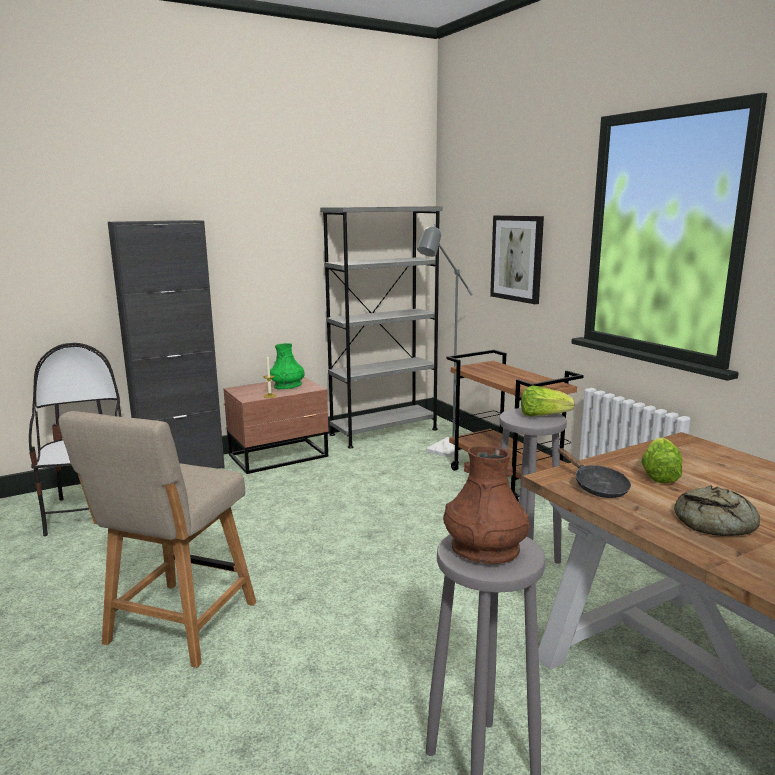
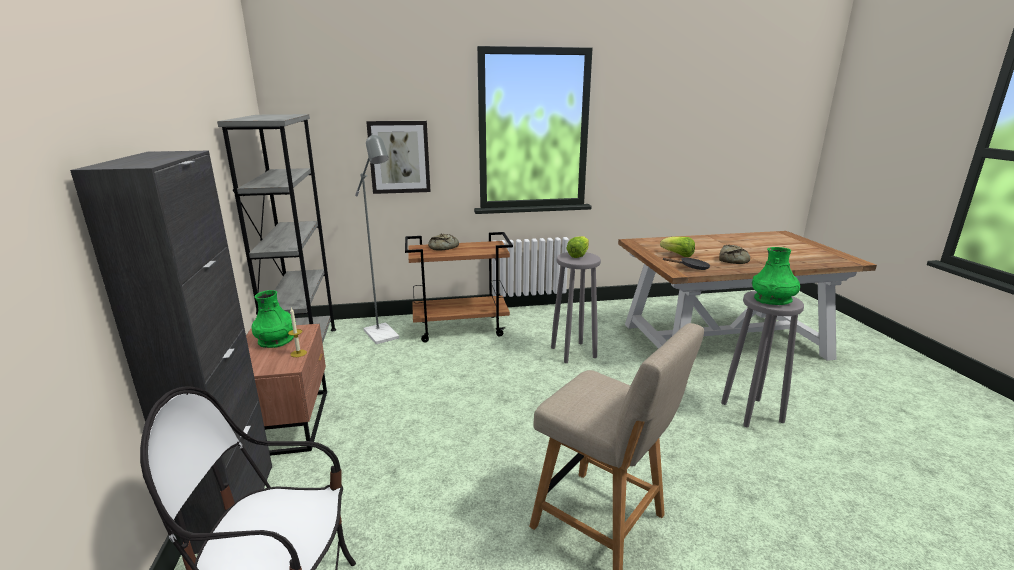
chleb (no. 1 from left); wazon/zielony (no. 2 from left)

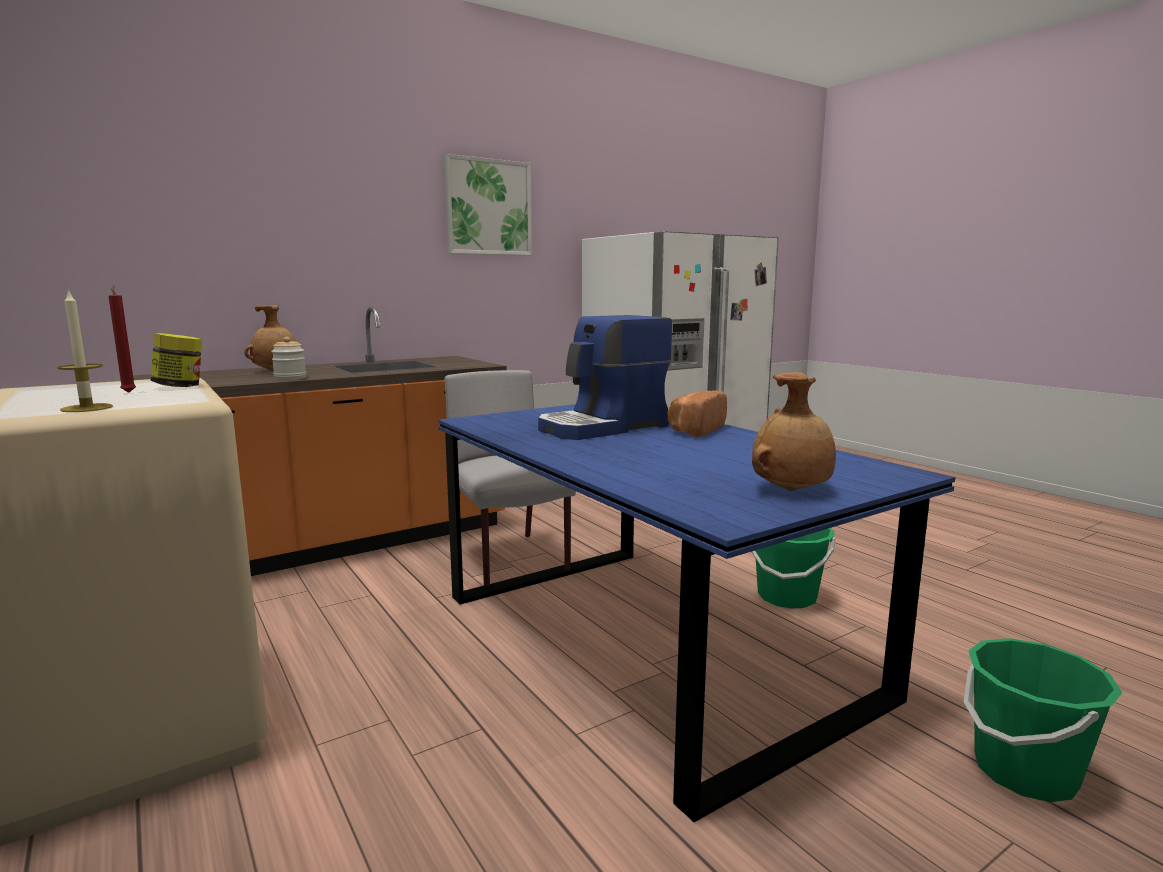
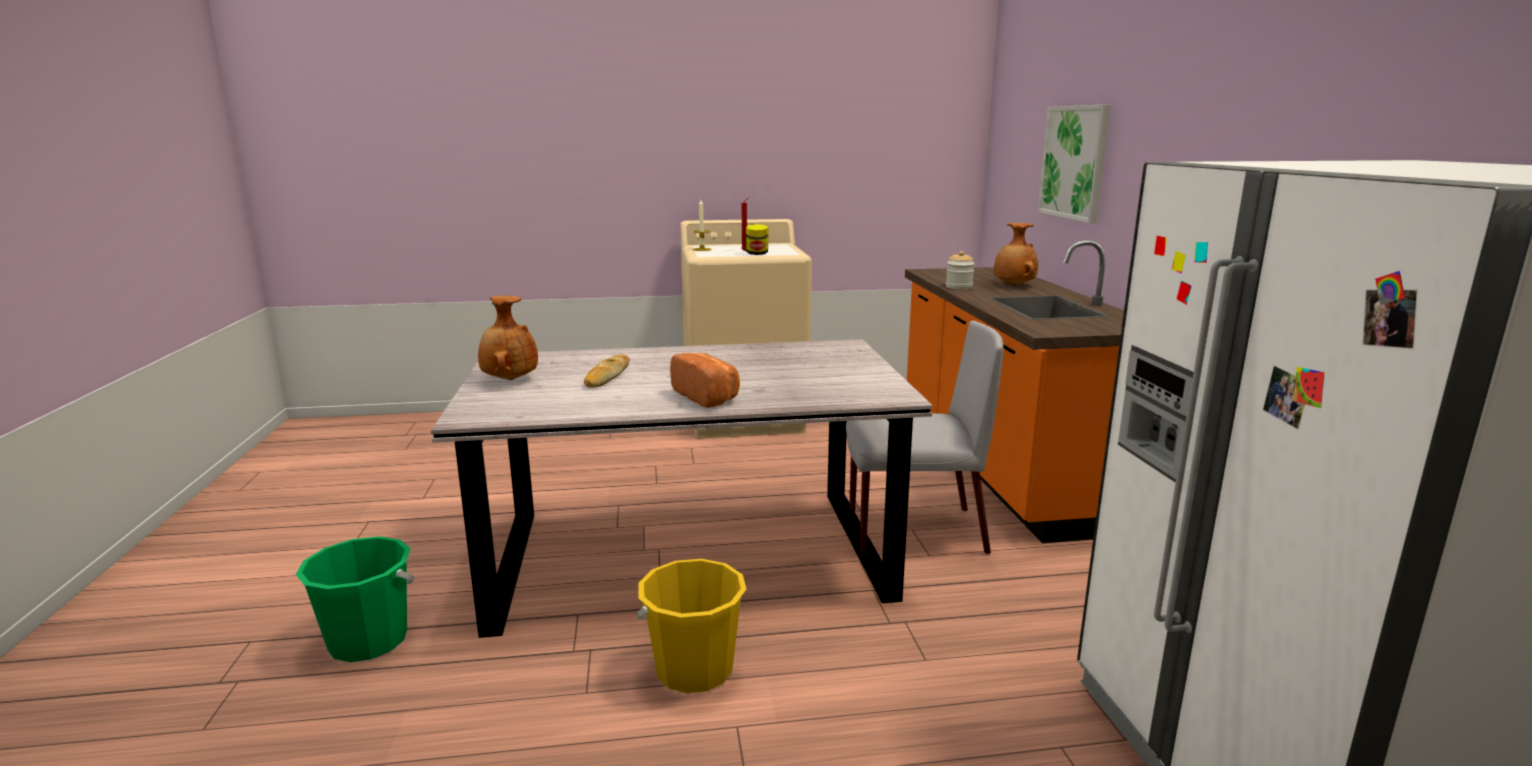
stół jadalny/szary; chleb (no. 1 from left); wiadro/żółty; obraz; ekspres do kawy

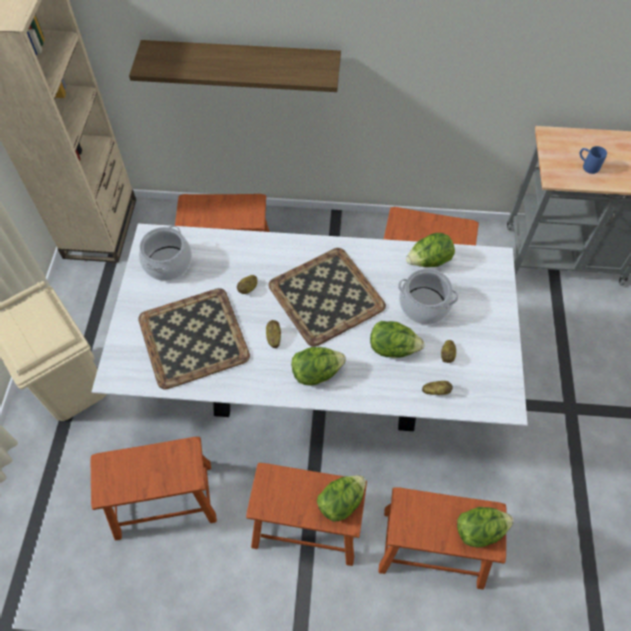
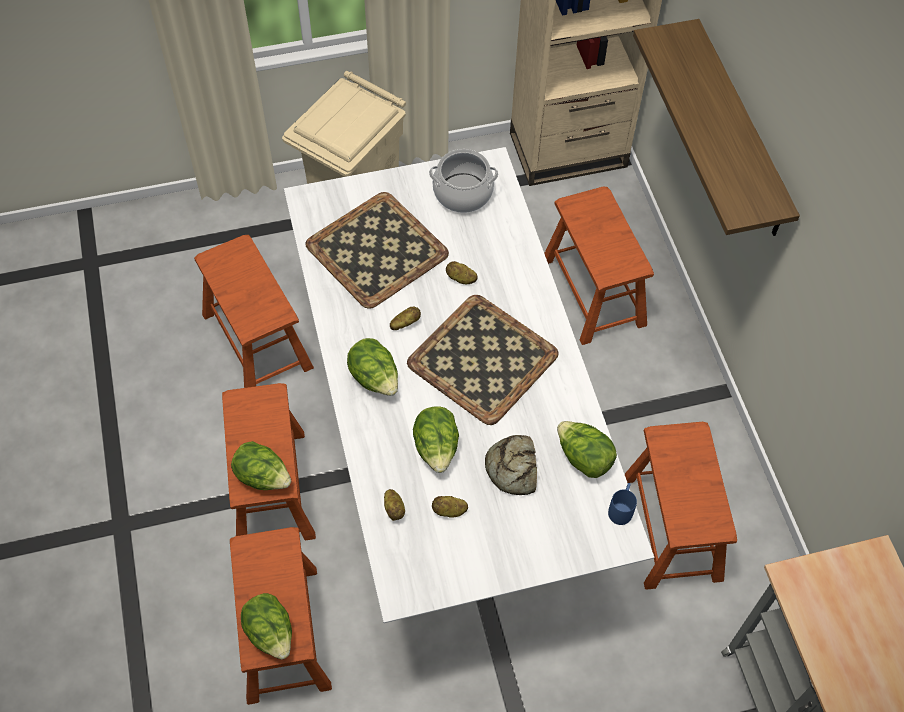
chleb; kubek/niebieski

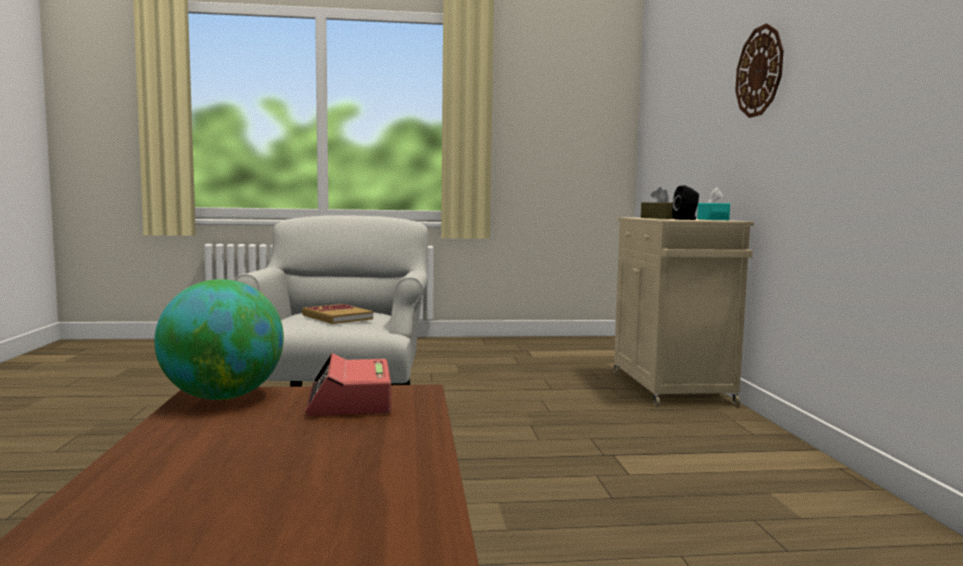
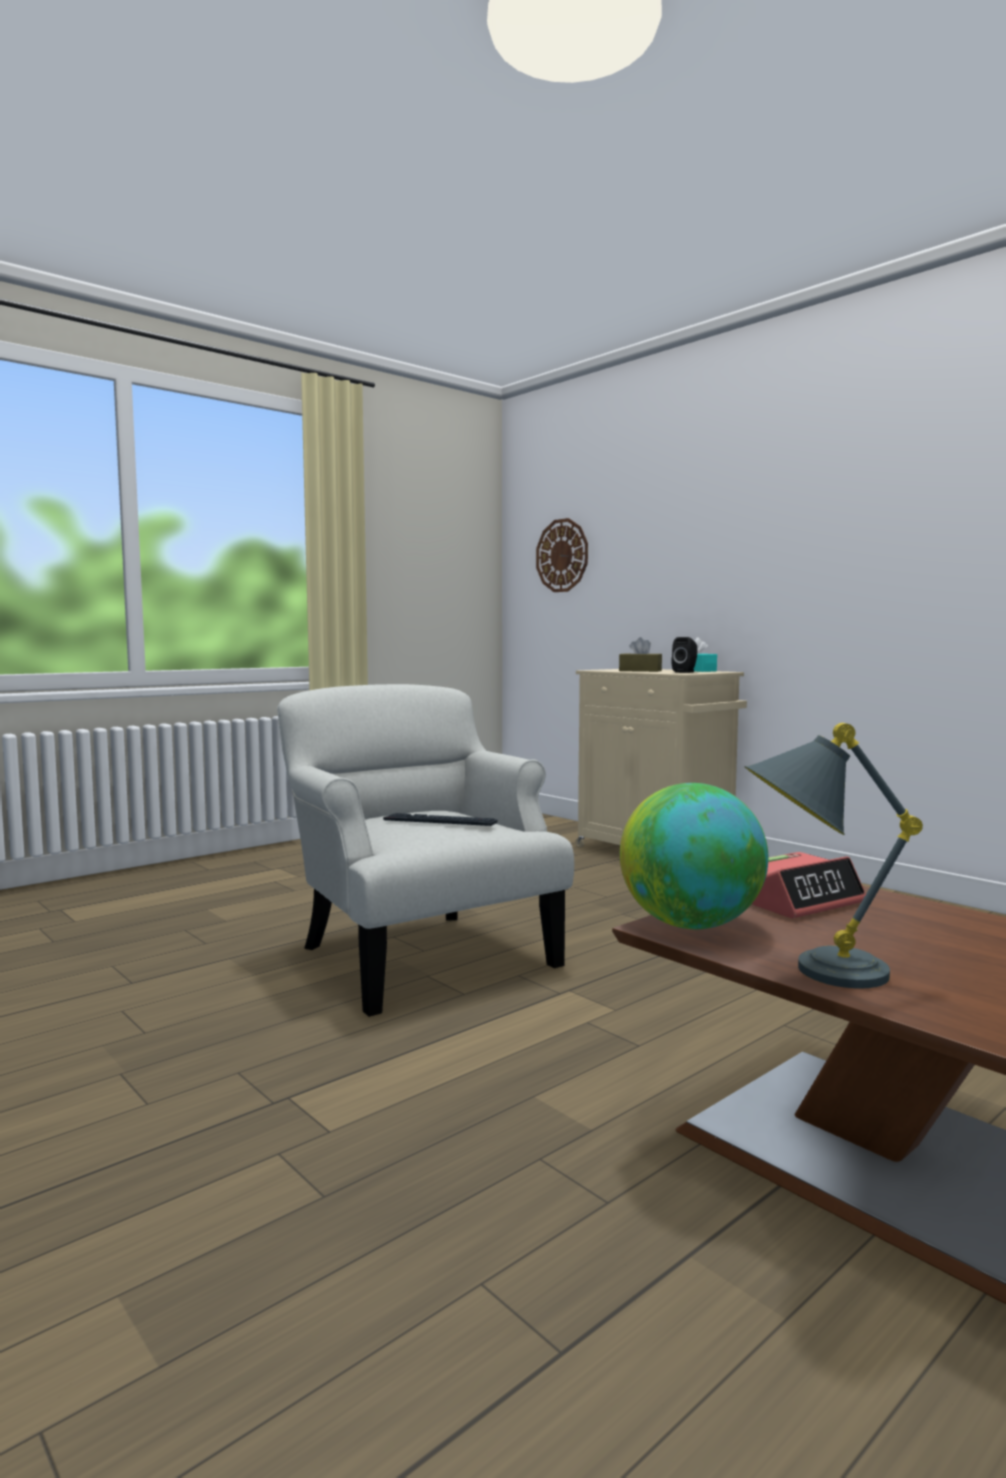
klawiatura; zegar ścienny; lampa stołowa/szary; budzik

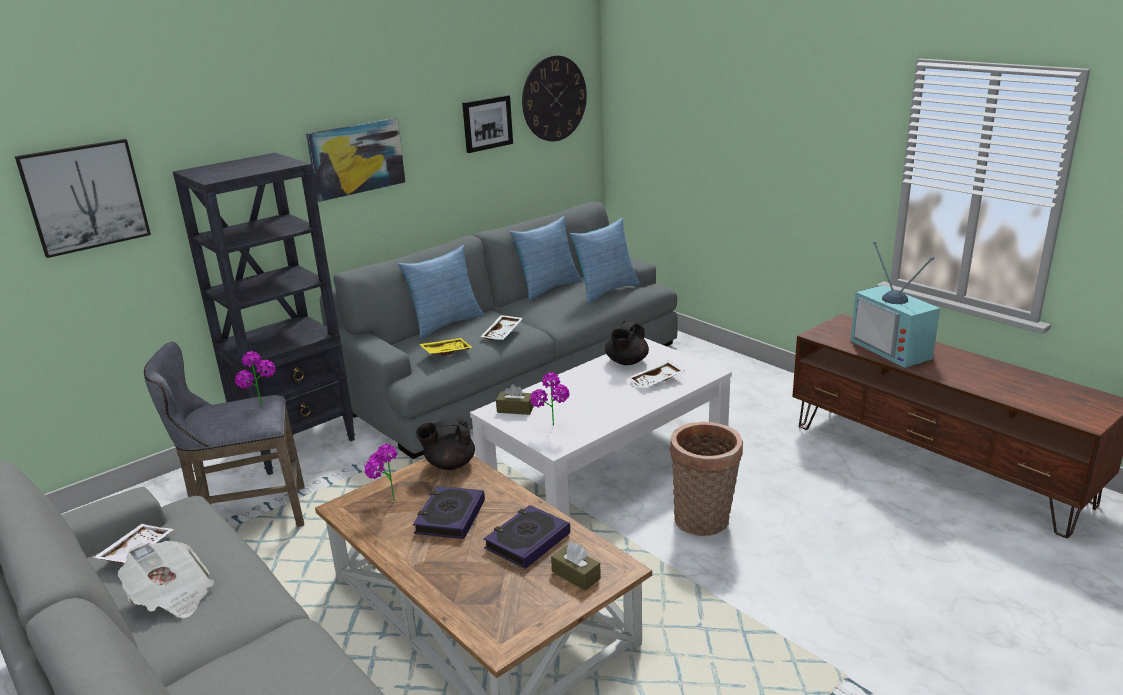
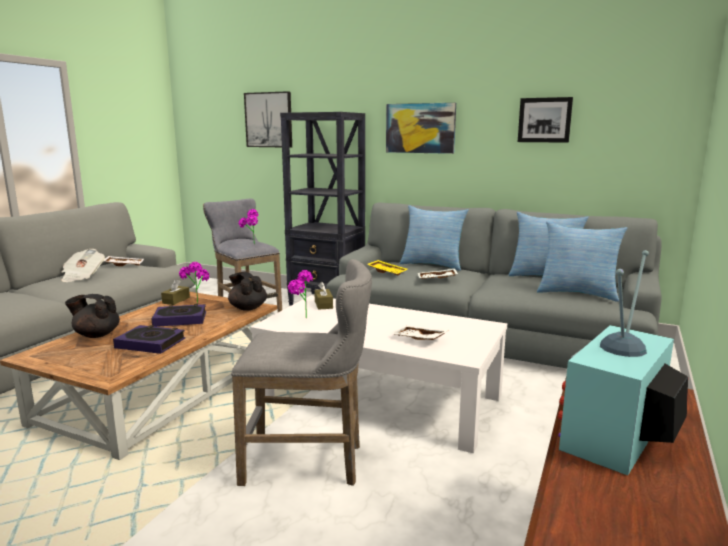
imbryk/czarny (no. 1 from left); pudełko chusteczek/brązowy (no. 1 from left); stołek/szary (no. 2 from left); zegar ścienny

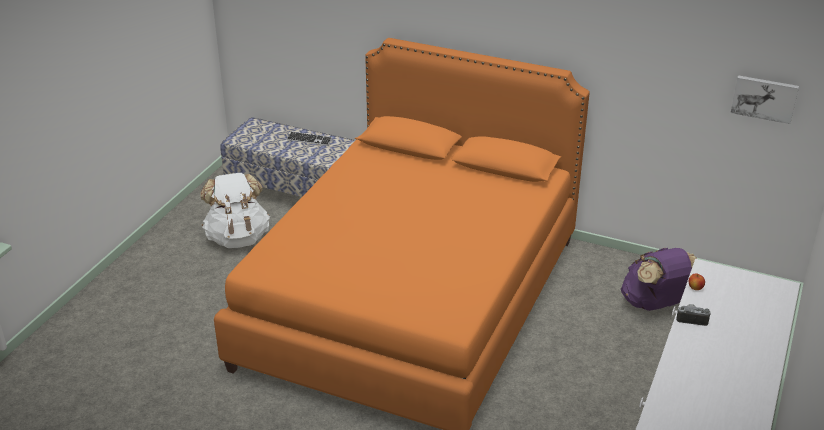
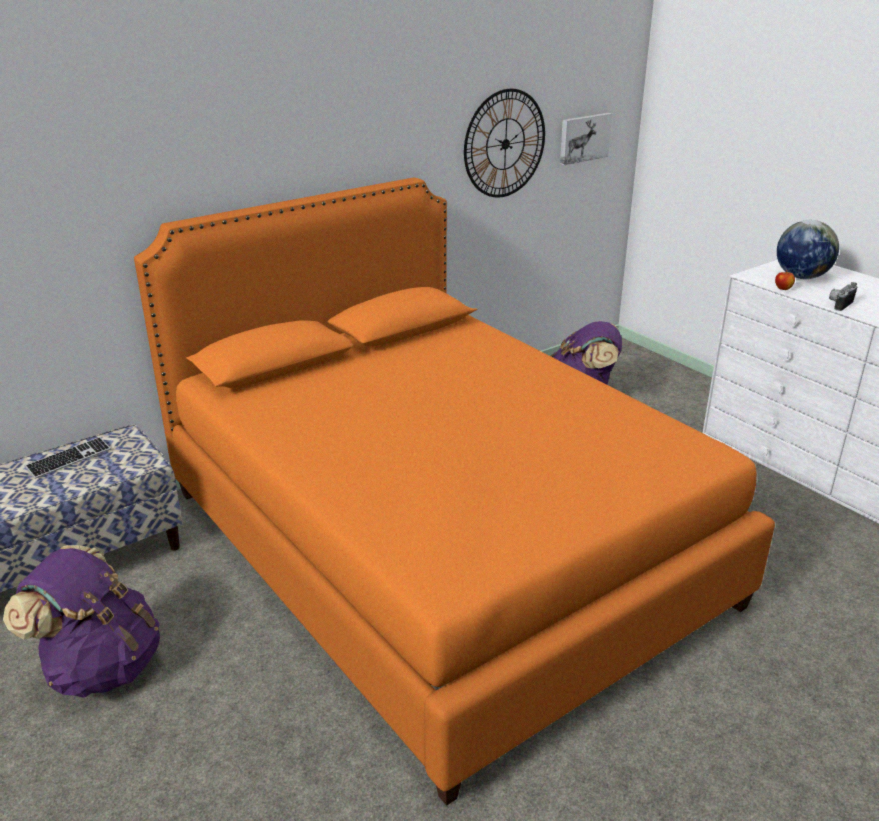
plecak/fioletowy (no. 1 from left); zegar ścienny; globus

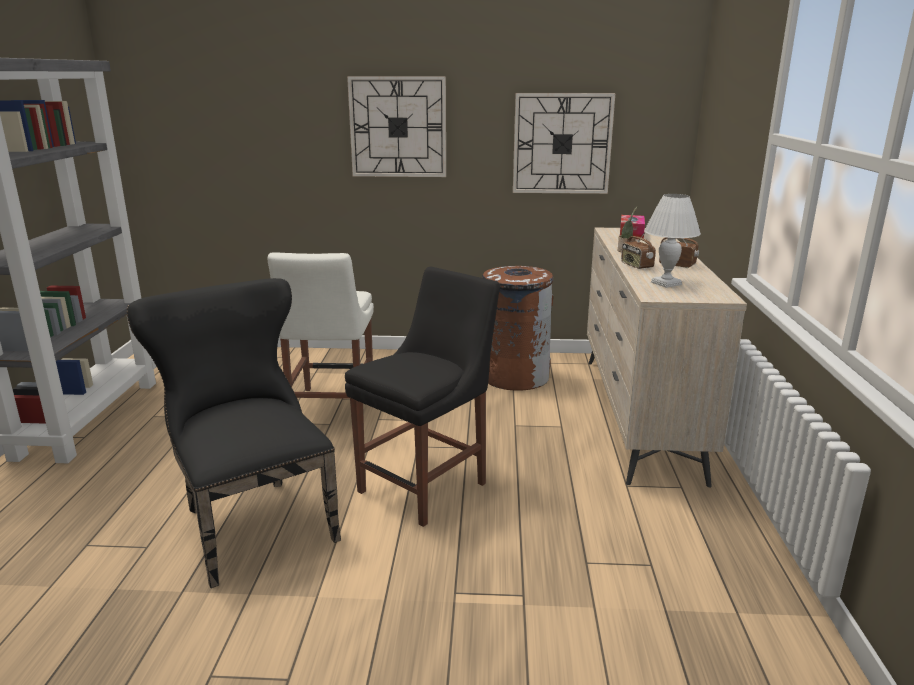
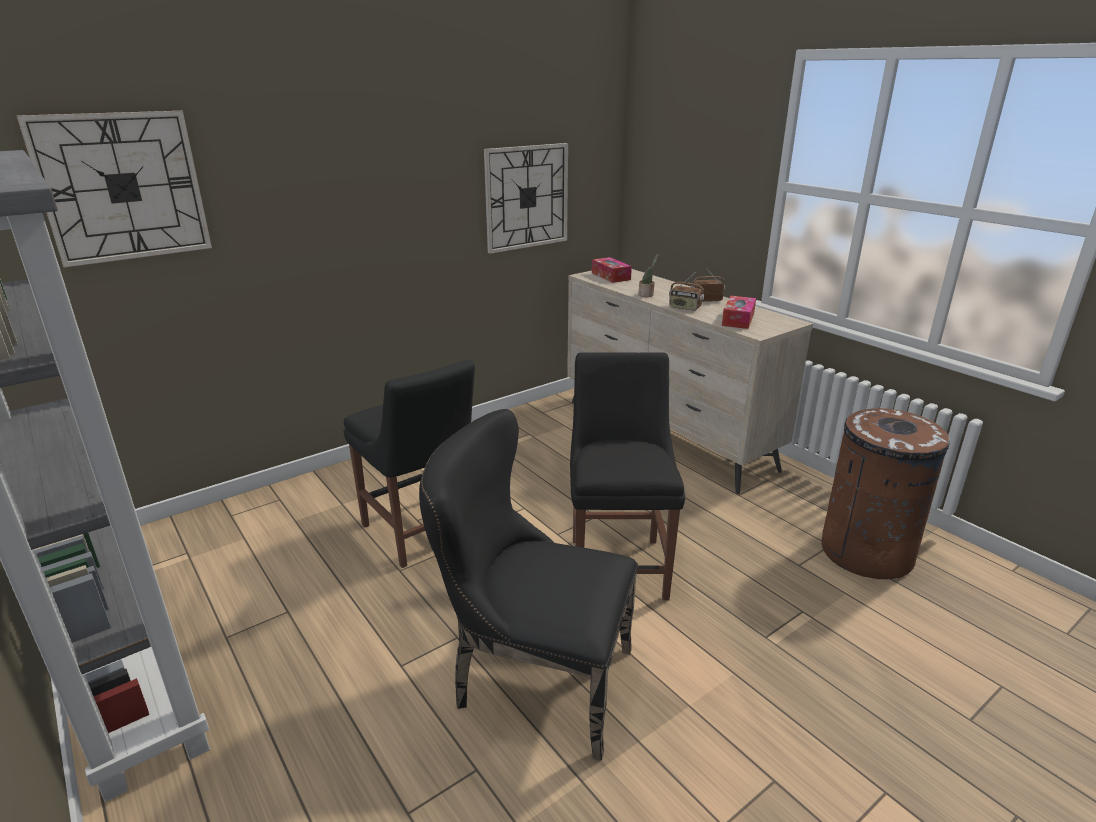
zegar ścienny (no. 1 from left); krzesło/czarny (no. 1 from left); pudełko chusteczek (no. 2 from left); kosz na śmieci/brązowy

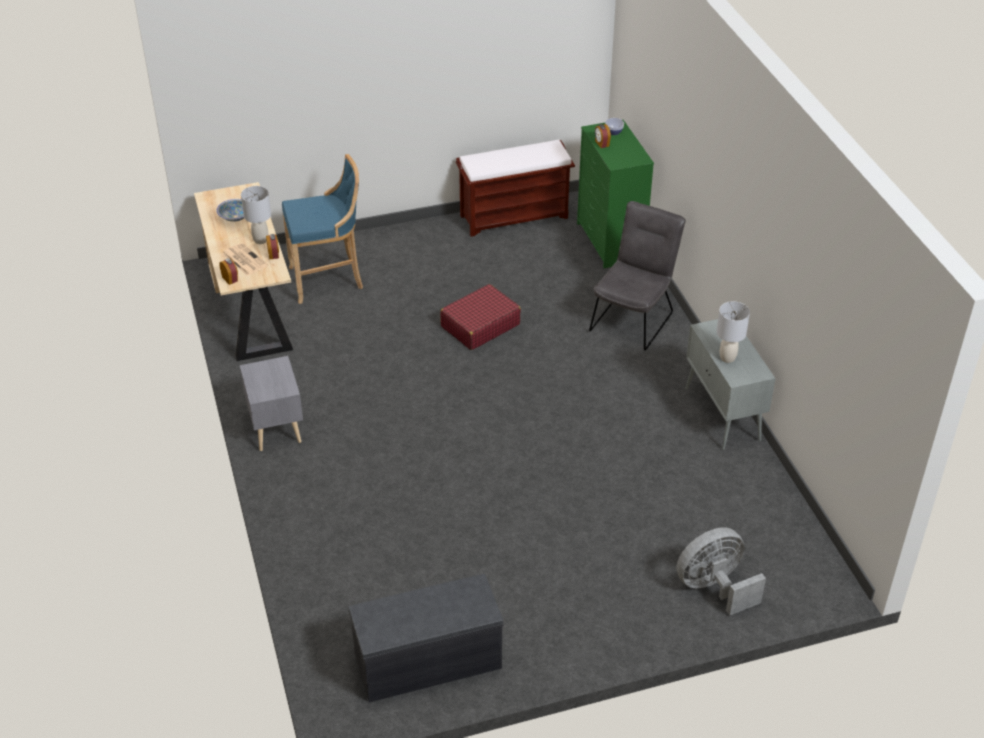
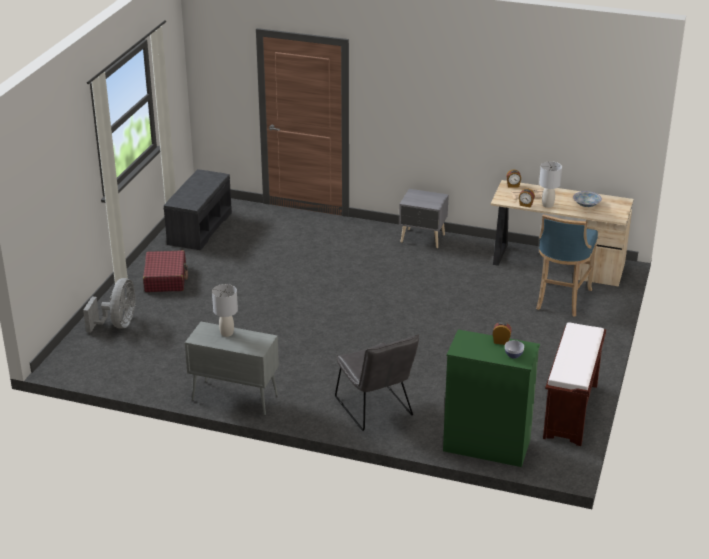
walizka/czerwony

